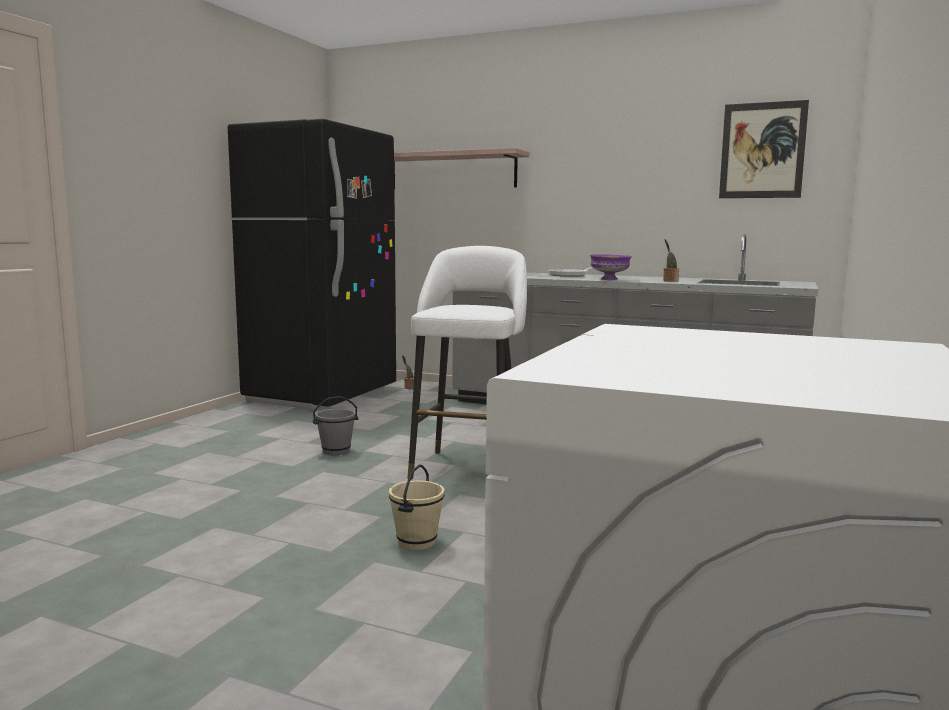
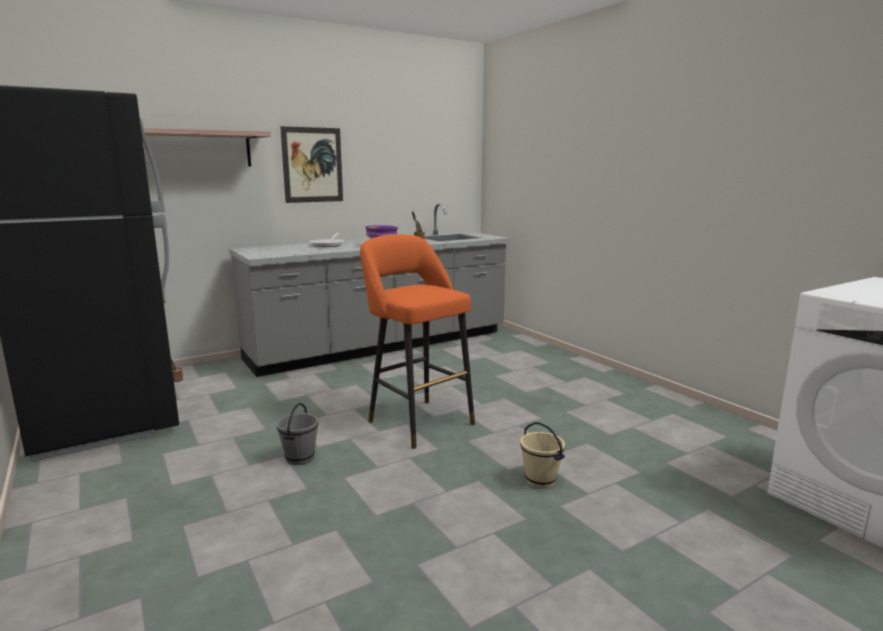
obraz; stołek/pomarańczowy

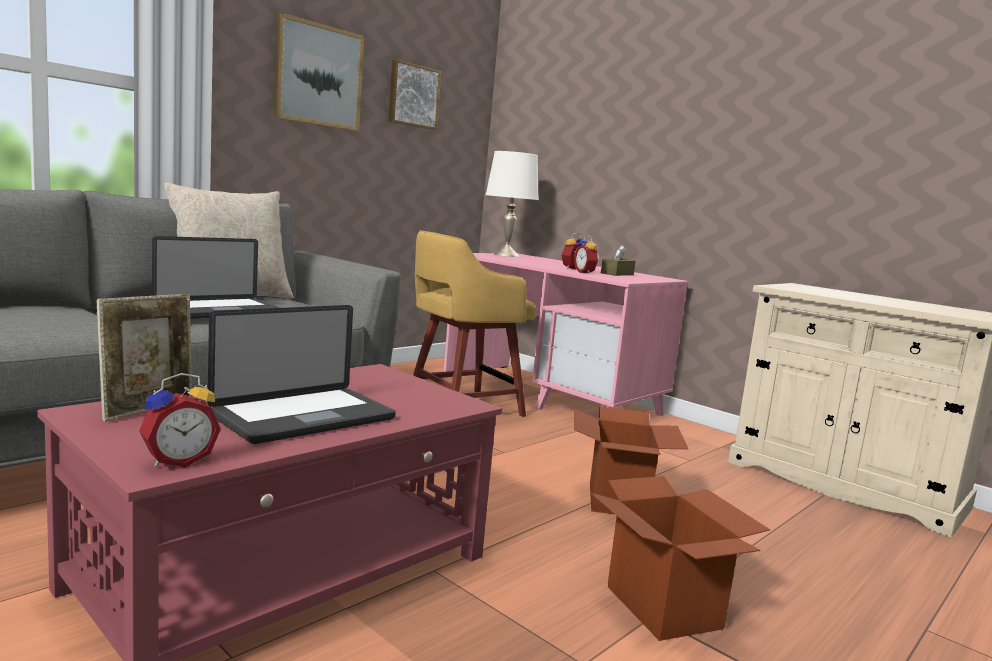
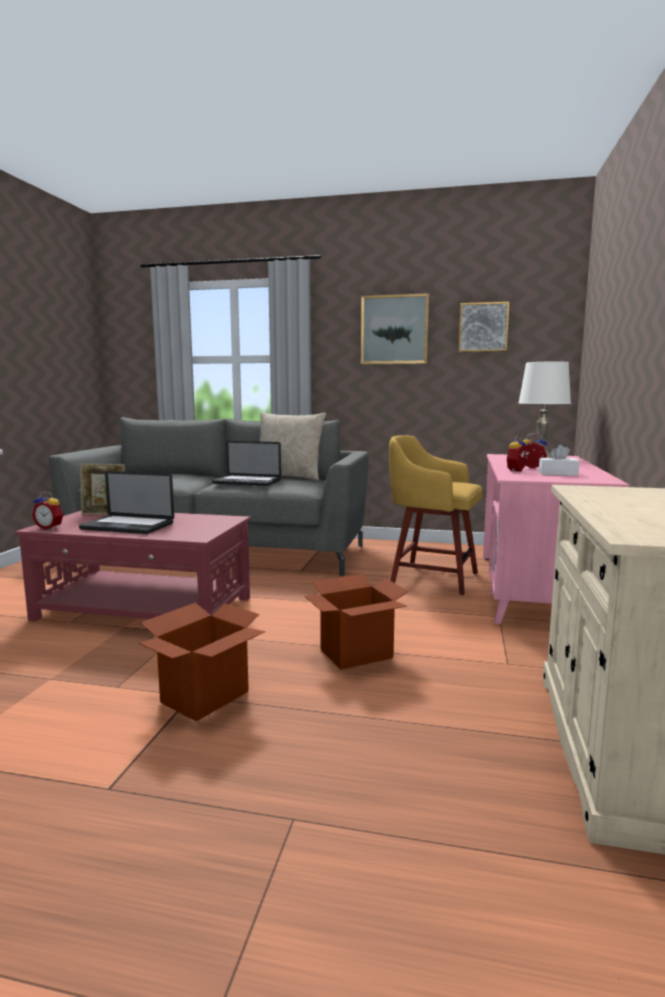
pudełko chusteczek/biały

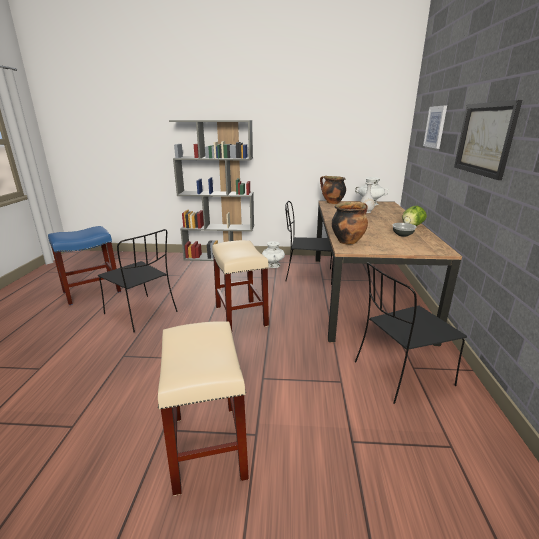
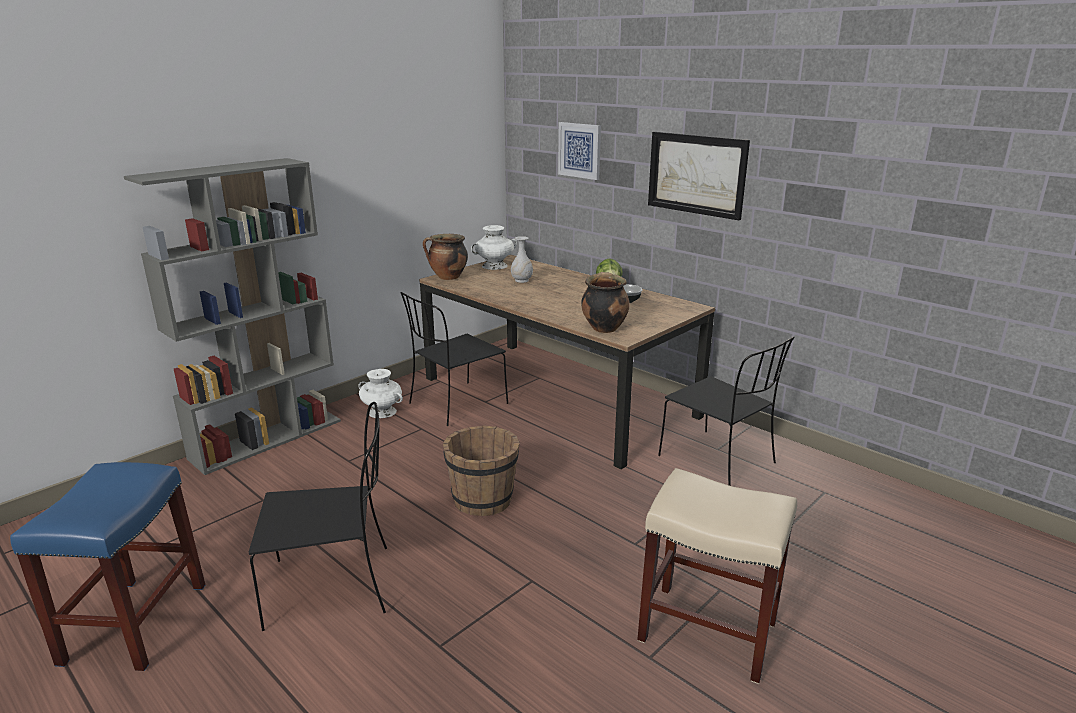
wiadro/brązowy; krzesło/czarny (no. 3 from left)

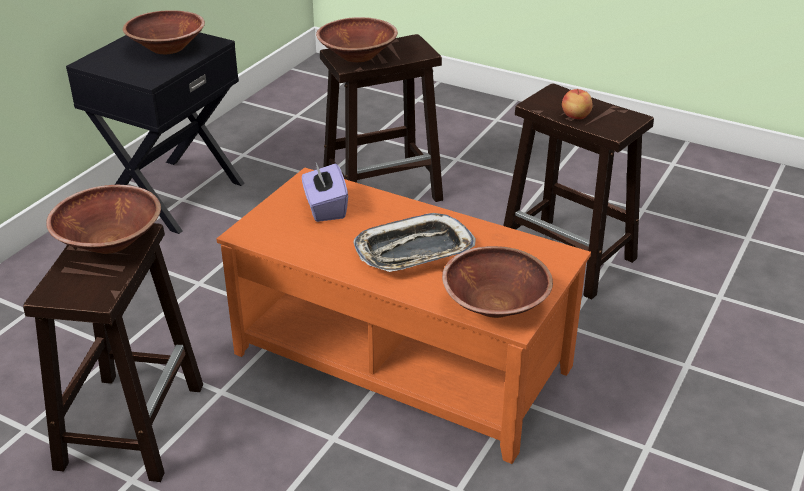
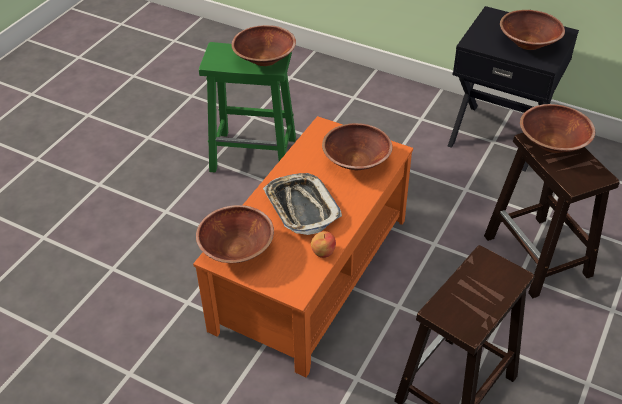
stołek/zielony; jabłko; miska/brązowy (no. 3 from left)

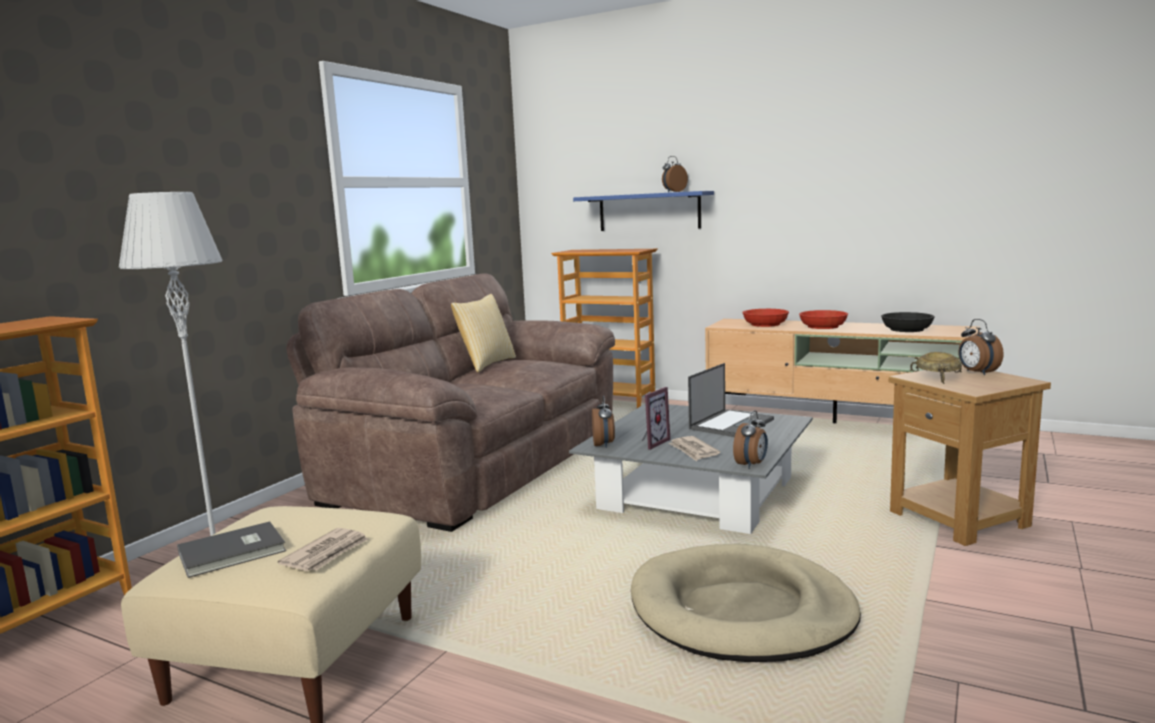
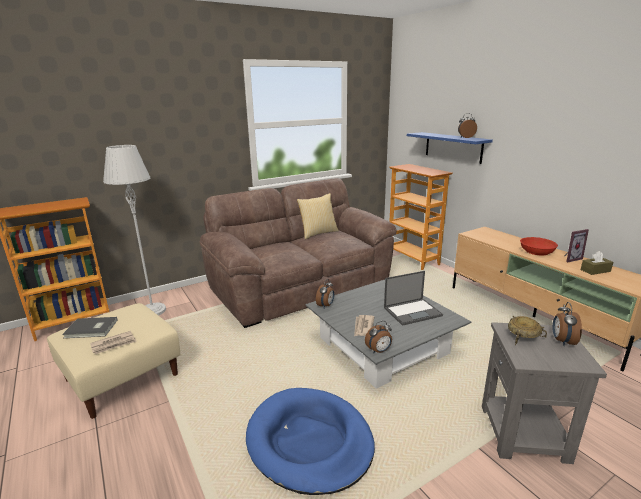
legowisko/niebieski; stolik/szary; ramka na zdjęcie; pudełko chusteczek/brązowy; miska/czerwony (no. 1 from left in the first image)

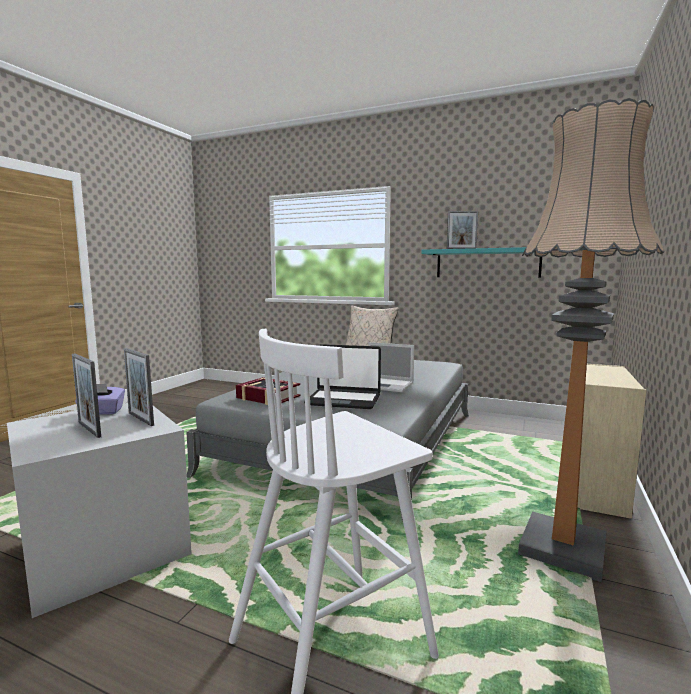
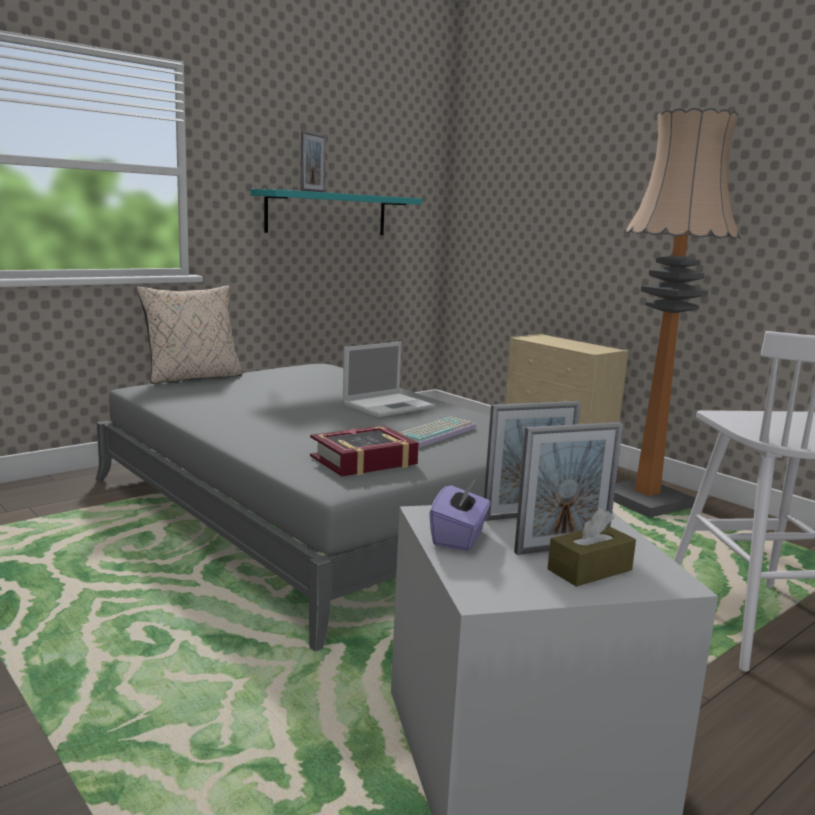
klawiatura; pudełko chusteczek/brązowy

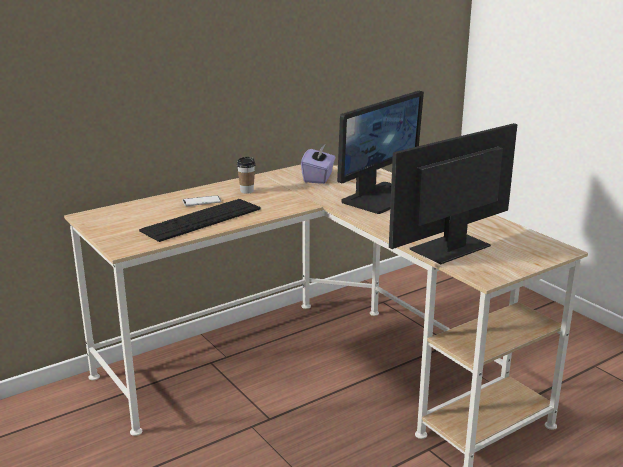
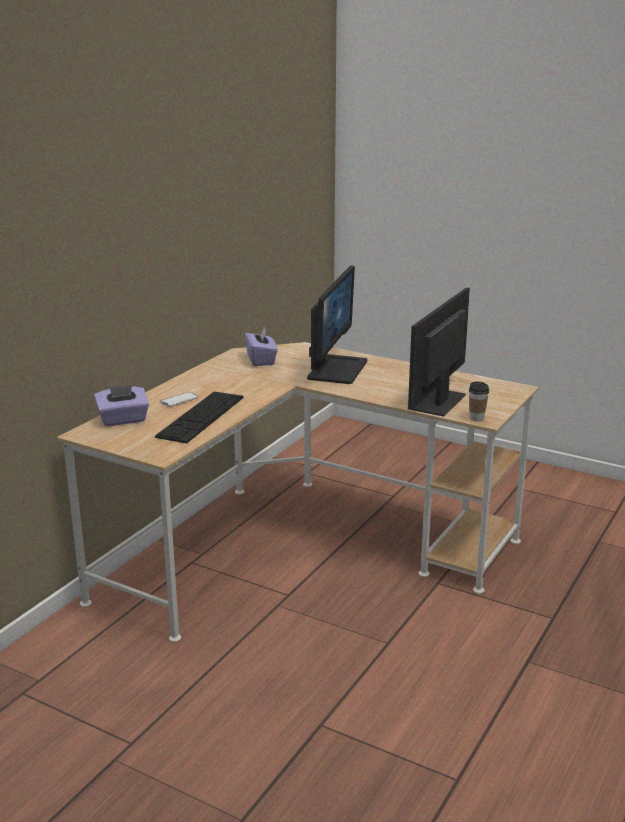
pudełko chusteczek/fioletowy (no. 1 from left); filiżanka

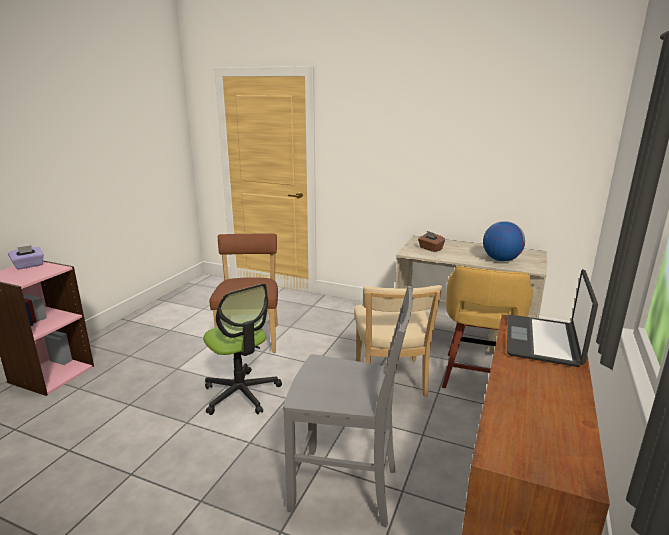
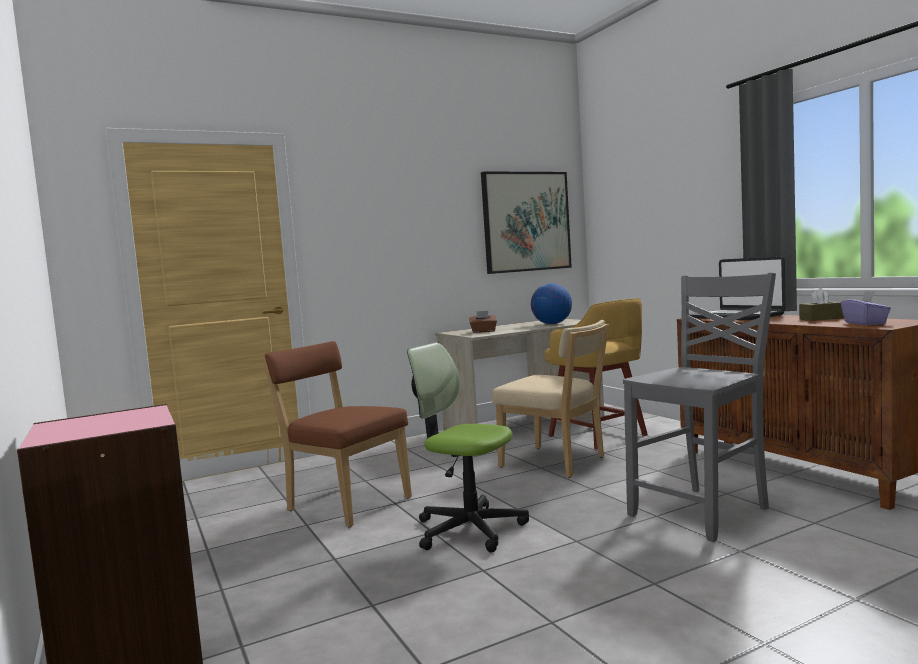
krzesło biurowe; obraz; pudełko chusteczek/brązowy (no. 2 from left); pudełko chusteczek/fioletowy

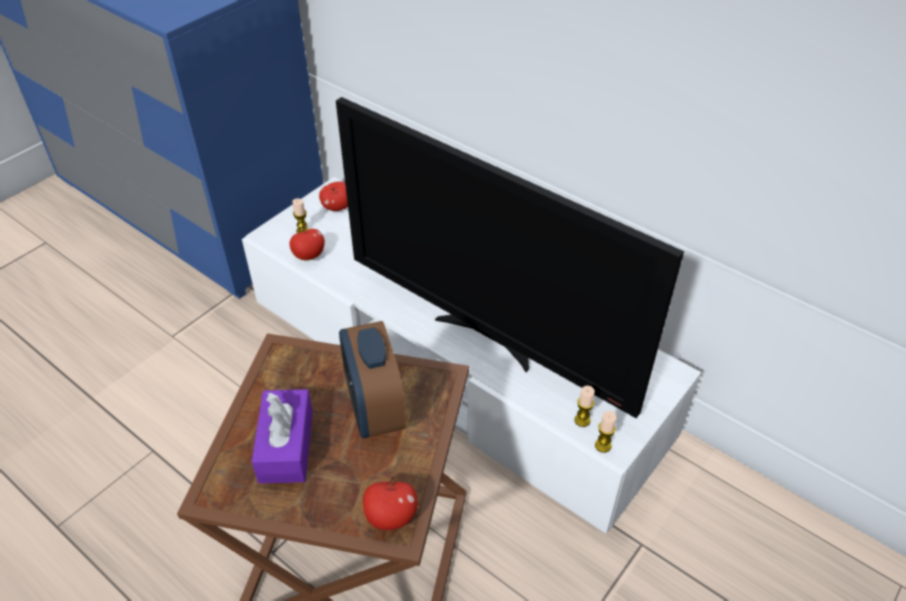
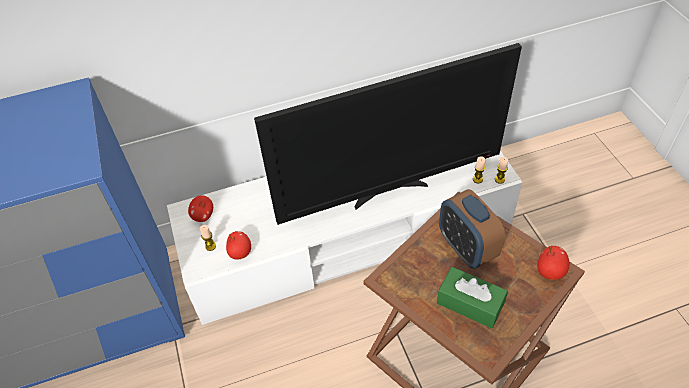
pudełko chusteczek/zielony; budzik

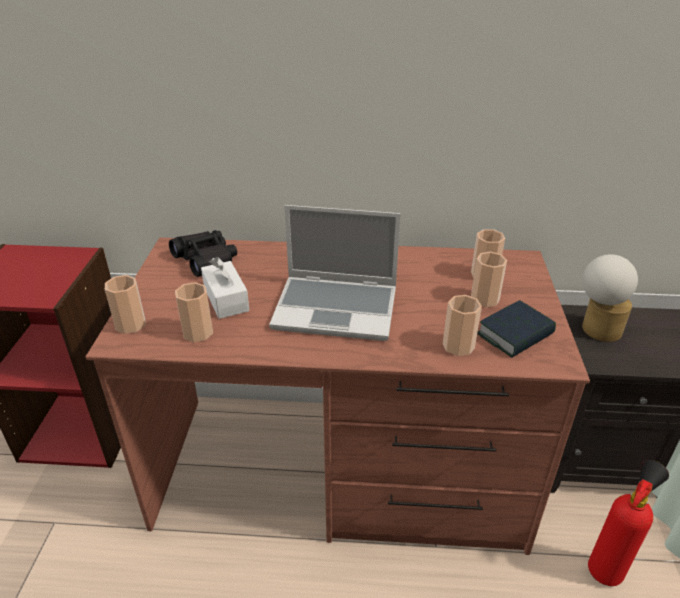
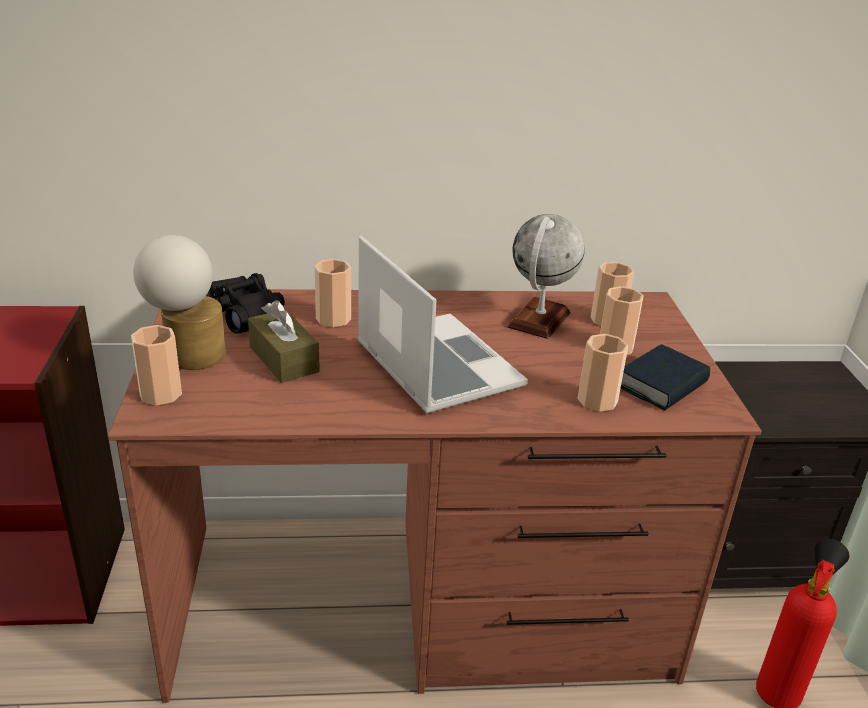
lampa stołowa; pudełko chusteczek/brązowy; filiżanka (no. 2 from left); laptop; globus

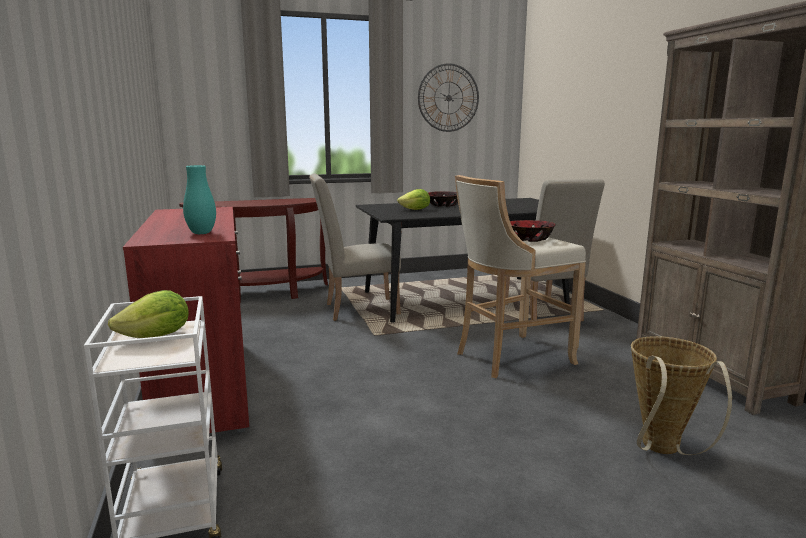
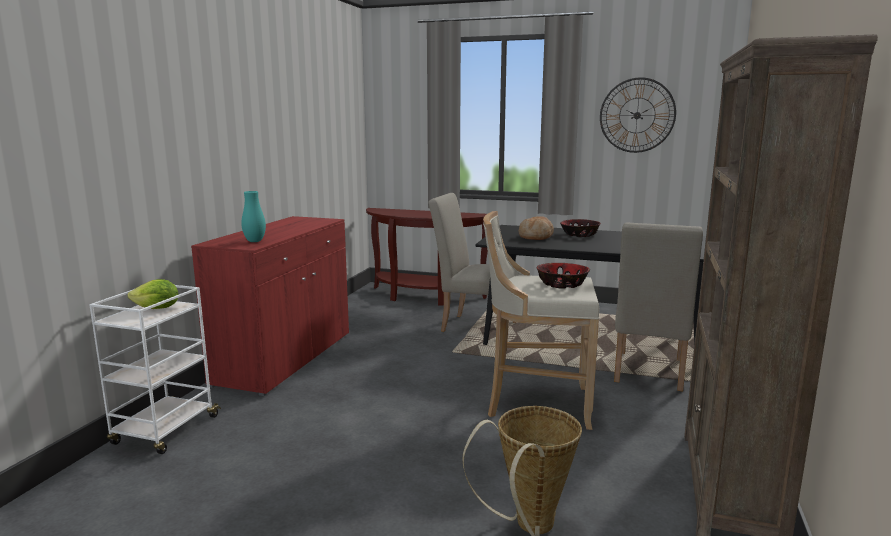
chleb

